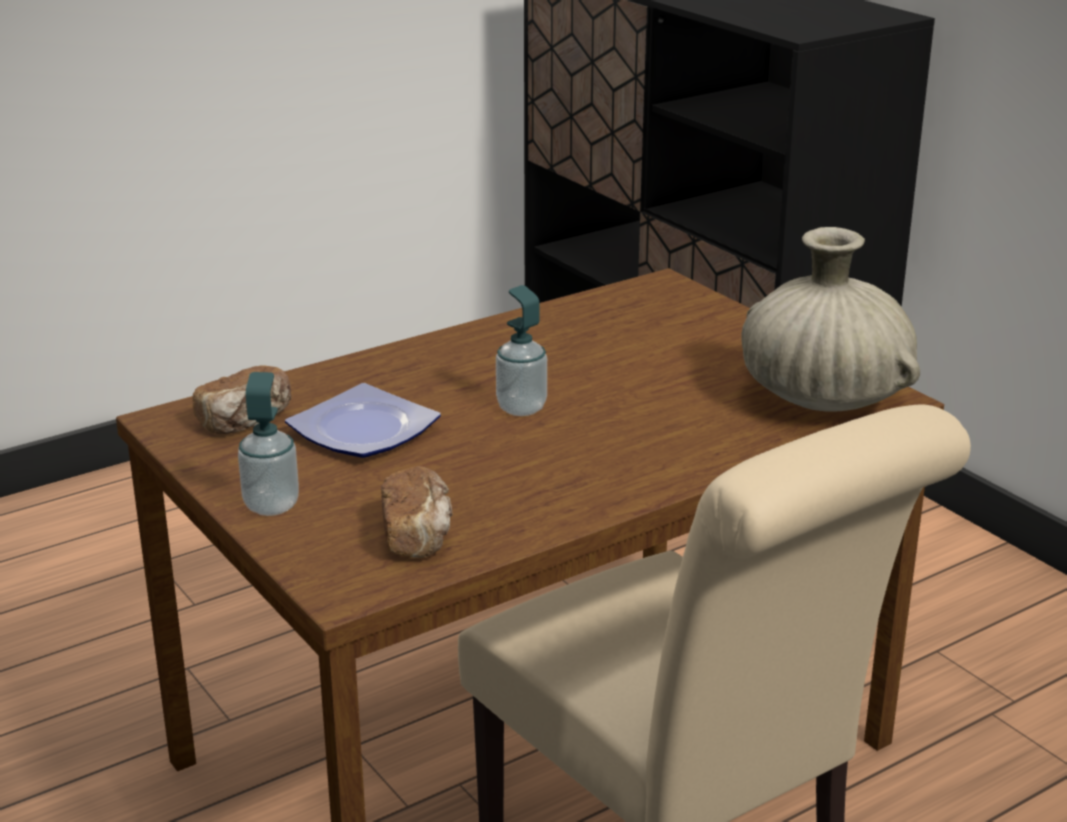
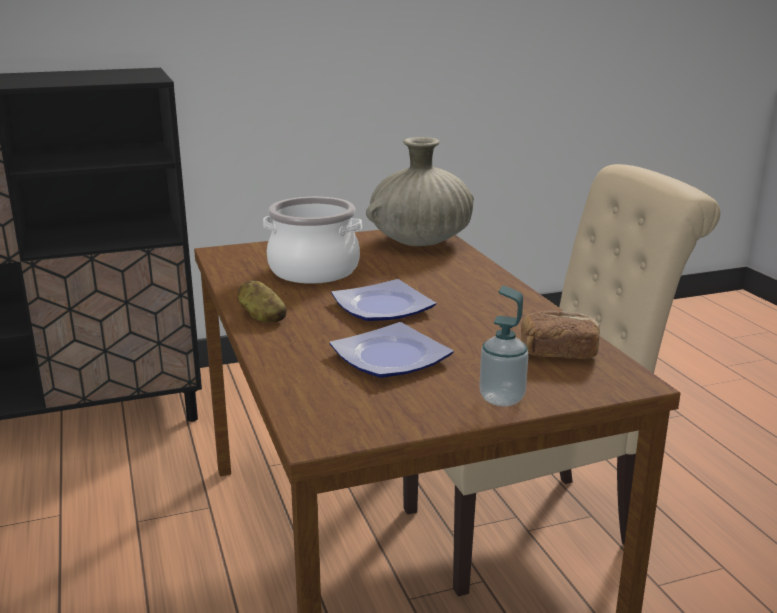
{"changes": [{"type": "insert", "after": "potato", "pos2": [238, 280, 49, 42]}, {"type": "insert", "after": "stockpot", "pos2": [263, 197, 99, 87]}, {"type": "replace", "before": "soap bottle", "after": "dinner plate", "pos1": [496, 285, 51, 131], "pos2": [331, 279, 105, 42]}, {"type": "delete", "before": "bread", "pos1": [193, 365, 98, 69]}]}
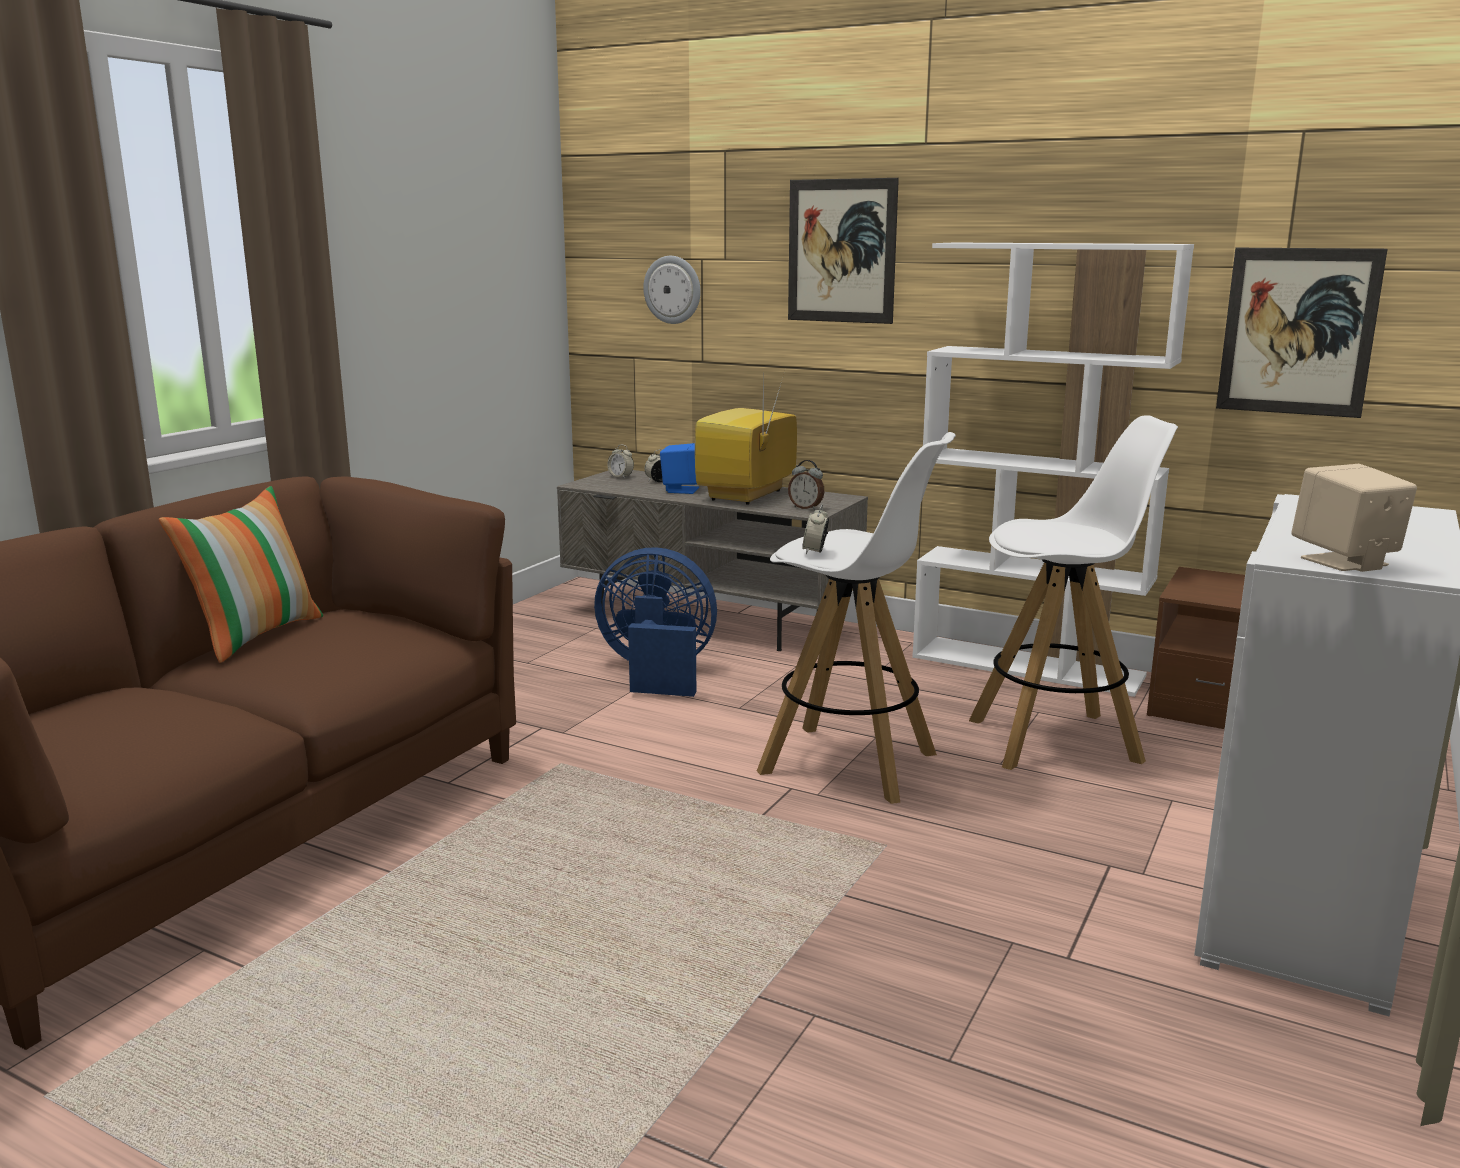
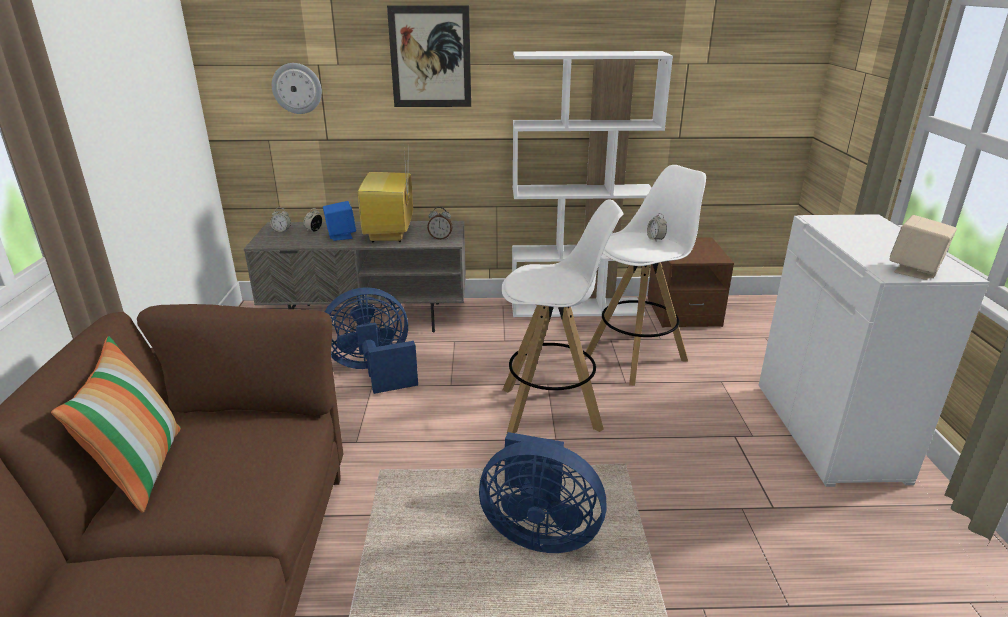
{"changes": [{"type": "insert", "after": "blue fan", "pos2": [479, 432, 127, 121]}, {"type": "move", "before": "table clock", "pos1": [802, 504, 27, 50], "pos2": [647, 213, 20, 28]}, {"type": "delete", "before": "wall art", "pos1": [1216, 248, 172, 170]}]}
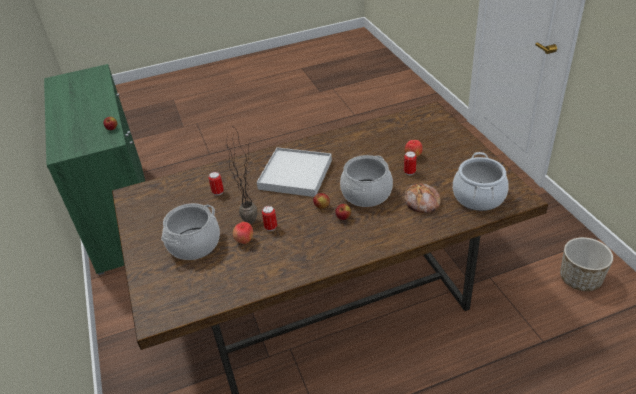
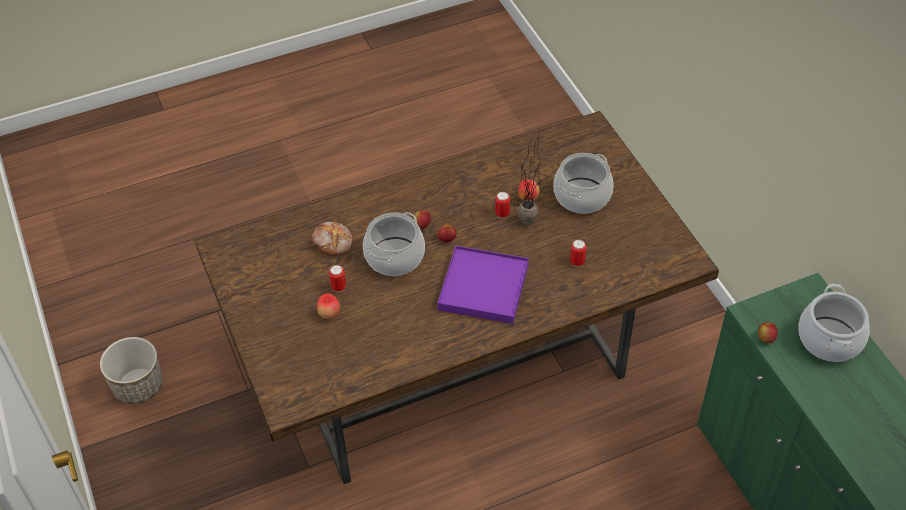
{"changes": [{"type": "recolor", "before": "white carrying tray", "after": "purple carrying tray", "pos1": [257, 147, 75, 50], "pos2": [437, 246, 92, 78]}, {"type": "move", "before": "stockpot", "pos1": [453, 152, 56, 59], "pos2": [798, 284, 72, 78]}]}
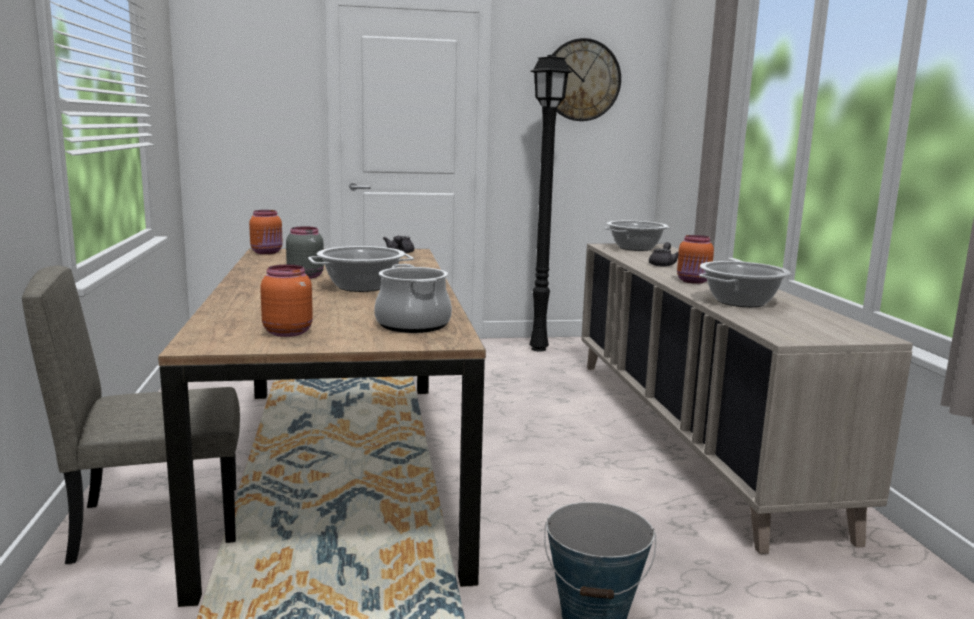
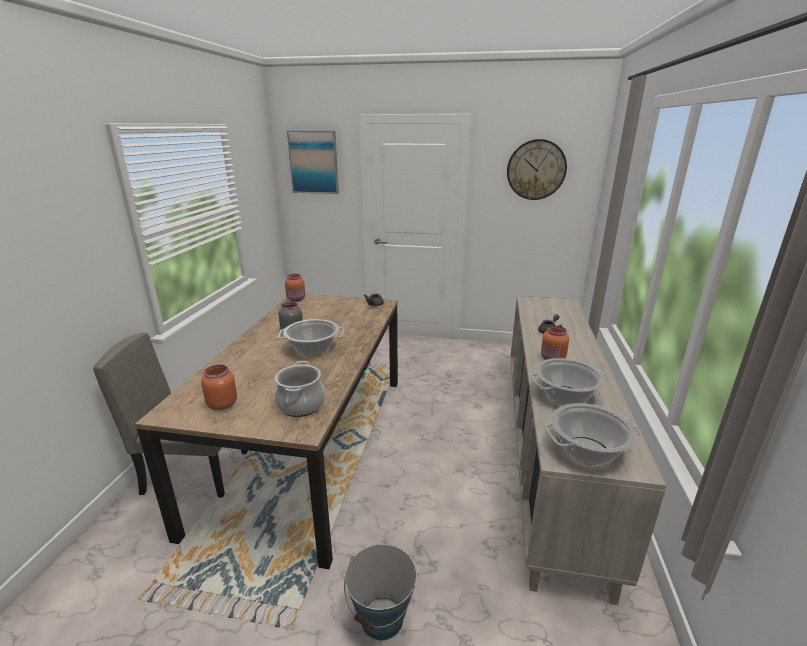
{"changes": [{"type": "insert", "after": "wall art", "pos2": [287, 131, 52, 63]}, {"type": "move", "before": "stockpot", "pos1": [604, 221, 66, 30], "pos2": [544, 403, 97, 62]}, {"type": "delete", "before": "blackish floor lamp", "pos1": [529, 55, 44, 296]}]}
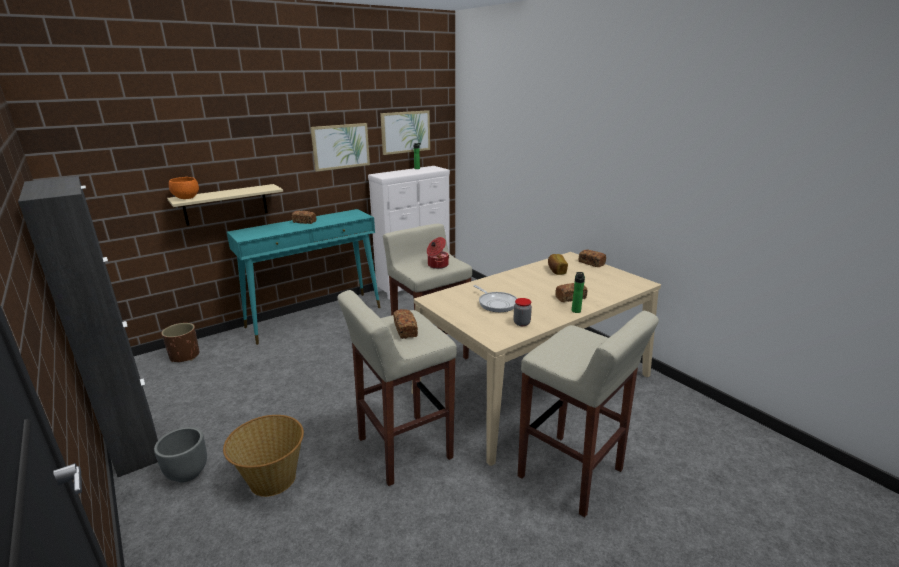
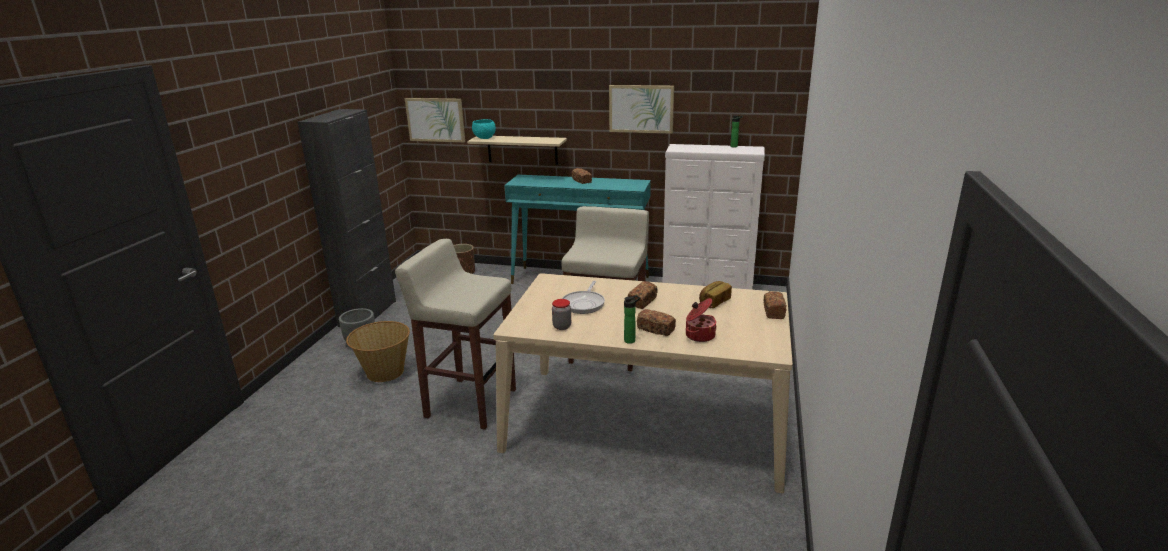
{"changes": [{"type": "move", "before": "wall art", "pos1": [380, 110, 50, 45], "pos2": [405, 98, 60, 44]}, {"type": "recolor", "before": "orange-coloured deep dish", "after": "blue-green deep dish", "pos1": [169, 177, 30, 22], "pos2": [472, 119, 24, 20]}, {"type": "move", "before": "bread", "pos1": [393, 309, 25, 30], "pos2": [628, 281, 30, 28]}, {"type": "move", "before": "stockpot", "pos1": [427, 237, 22, 32], "pos2": [686, 298, 31, 44]}, {"type": "delete", "before": "beige stool", "pos1": [518, 311, 141, 206]}]}
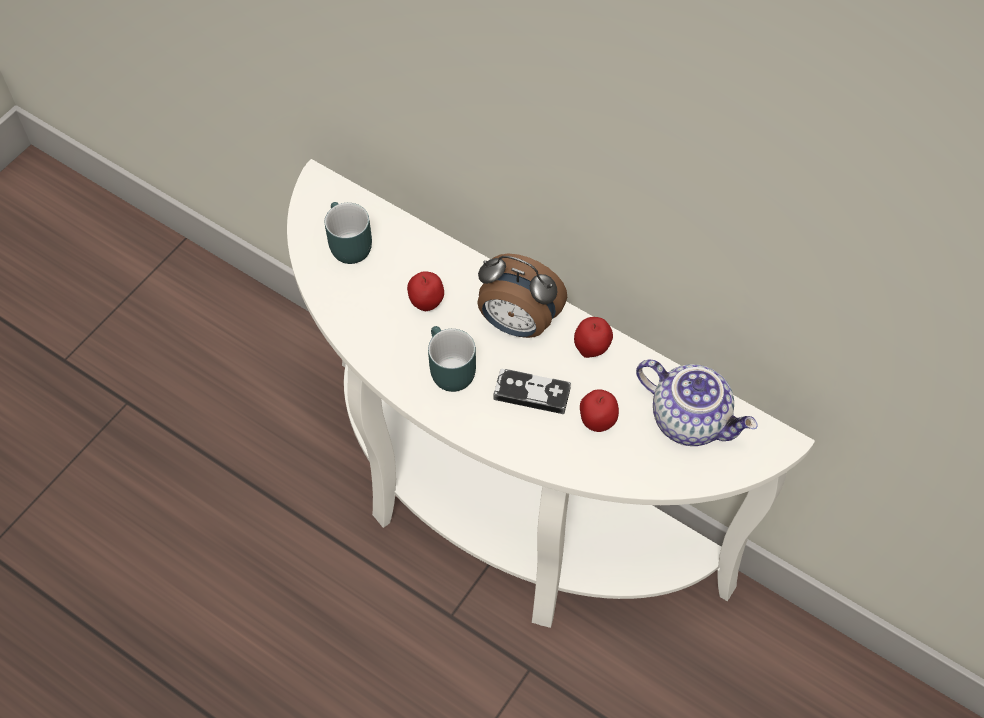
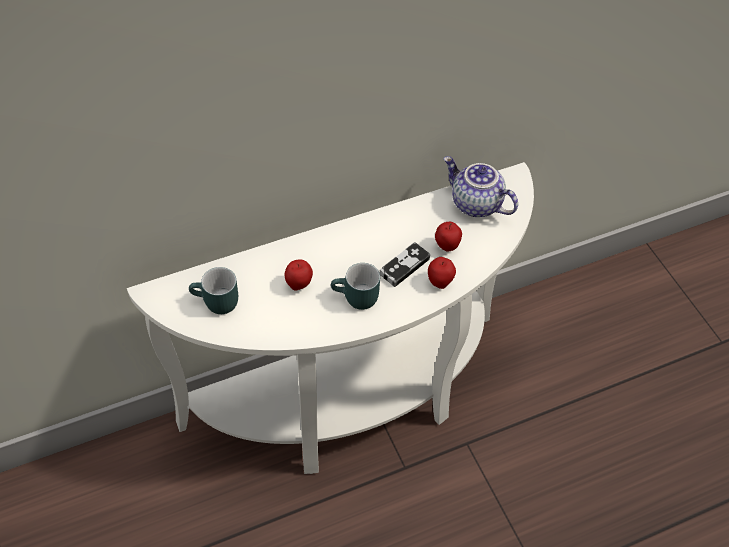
{"changes": [{"type": "move", "before": "apple", "pos1": [574, 317, 39, 41], "pos2": [428, 257, 28, 32]}, {"type": "rotate", "before": "teapot", "pos1": [636, 360, 122, 86], "pos2": [444, 156, 74, 61], "turn": -120}, {"type": "delete", "before": "table clock", "pos1": [477, 254, 90, 84]}]}
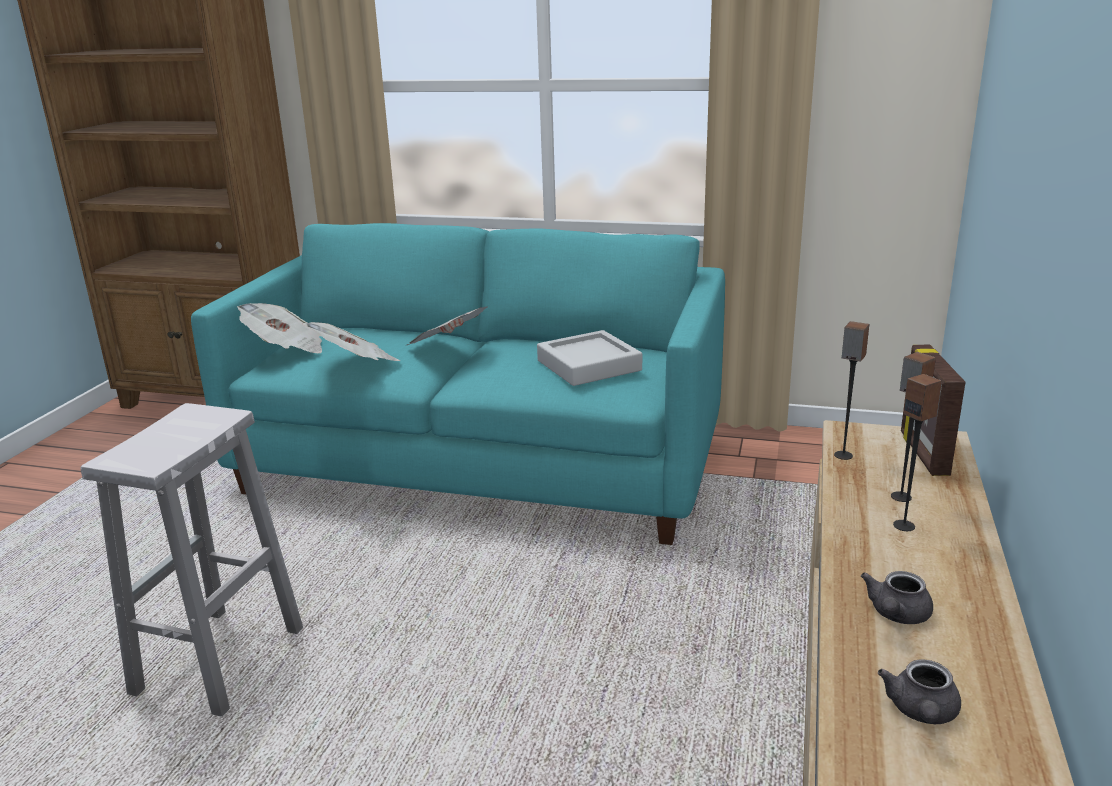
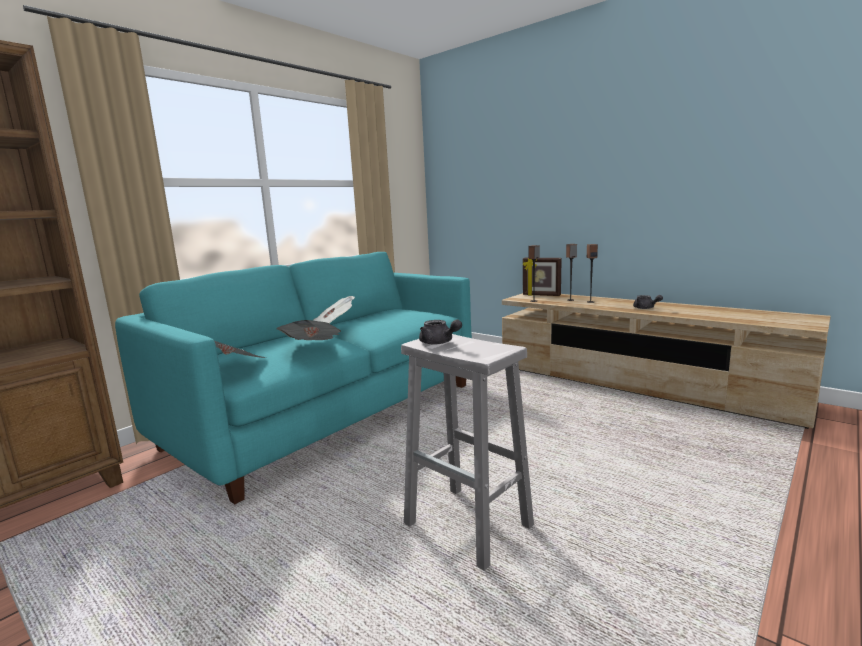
{"changes": [{"type": "move", "before": "grey teapot", "pos1": [878, 659, 83, 65], "pos2": [419, 320, 43, 24]}, {"type": "delete", "before": "grey carrying tray", "pos1": [537, 330, 105, 56]}]}
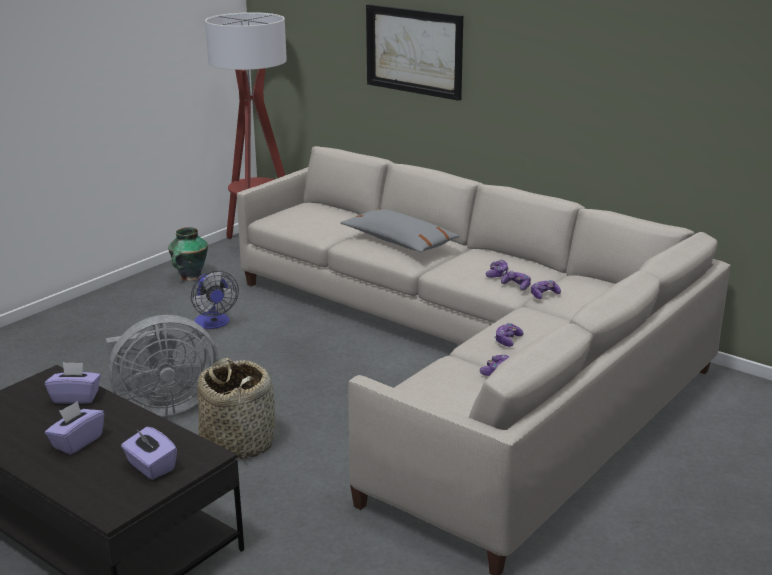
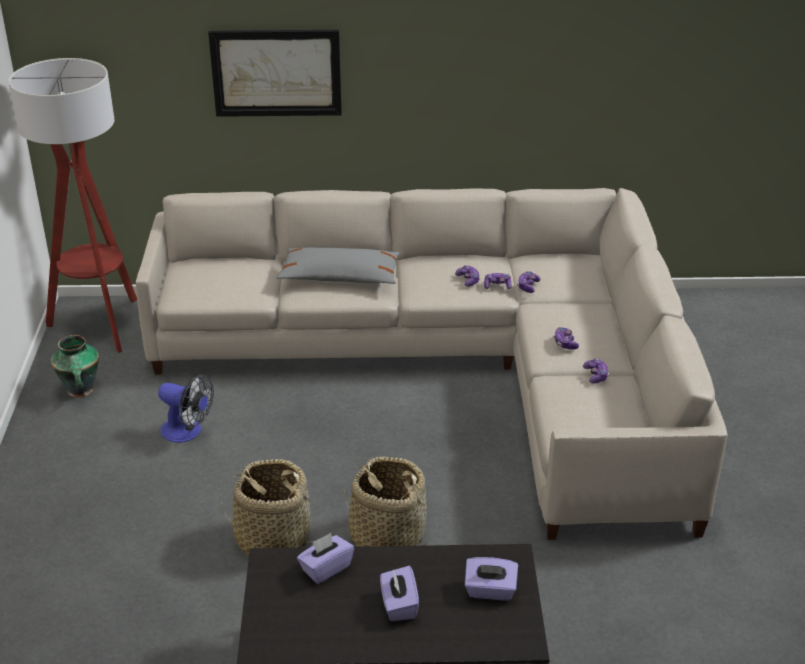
{"changes": [{"type": "replace", "before": "grey fan", "after": "storage basket", "pos1": [106, 315, 112, 102], "pos2": [221, 459, 95, 97]}]}
